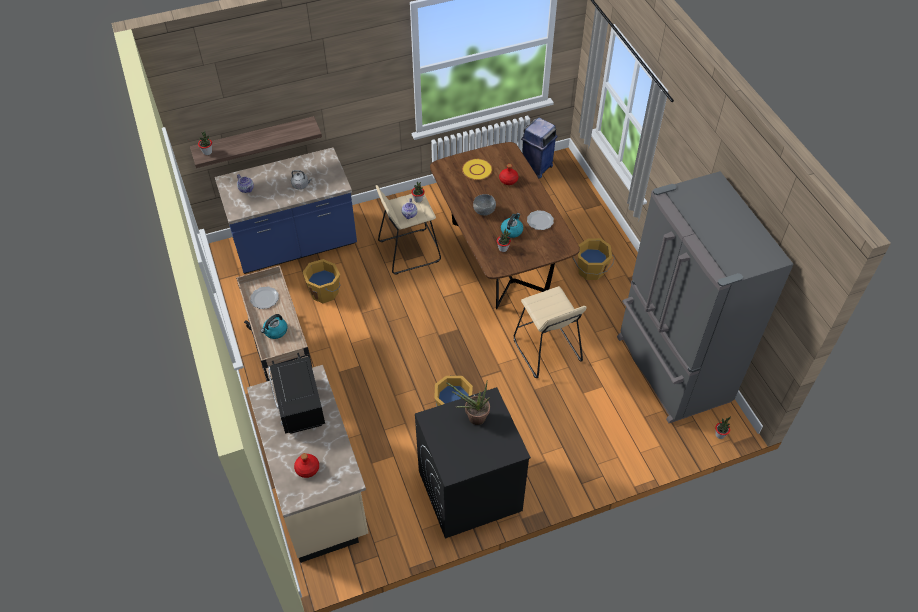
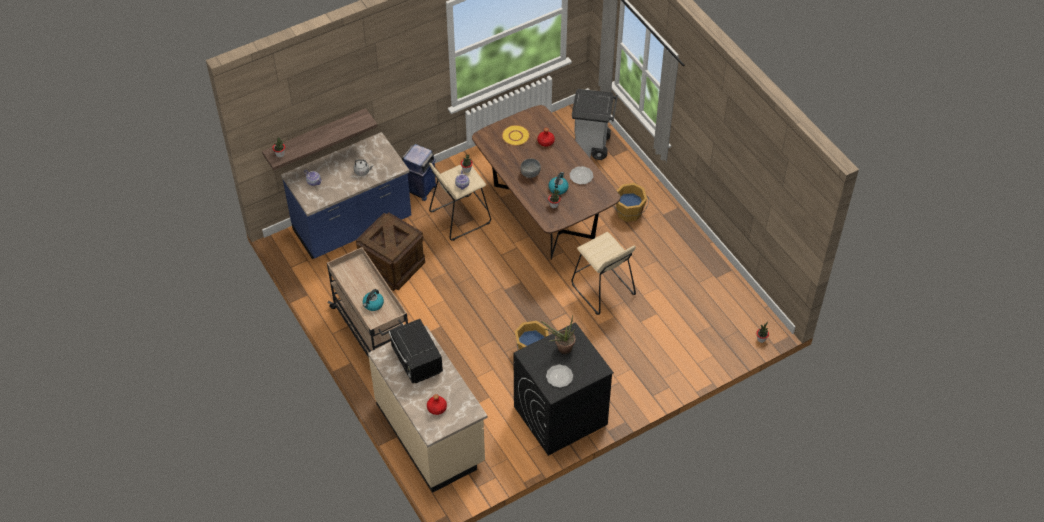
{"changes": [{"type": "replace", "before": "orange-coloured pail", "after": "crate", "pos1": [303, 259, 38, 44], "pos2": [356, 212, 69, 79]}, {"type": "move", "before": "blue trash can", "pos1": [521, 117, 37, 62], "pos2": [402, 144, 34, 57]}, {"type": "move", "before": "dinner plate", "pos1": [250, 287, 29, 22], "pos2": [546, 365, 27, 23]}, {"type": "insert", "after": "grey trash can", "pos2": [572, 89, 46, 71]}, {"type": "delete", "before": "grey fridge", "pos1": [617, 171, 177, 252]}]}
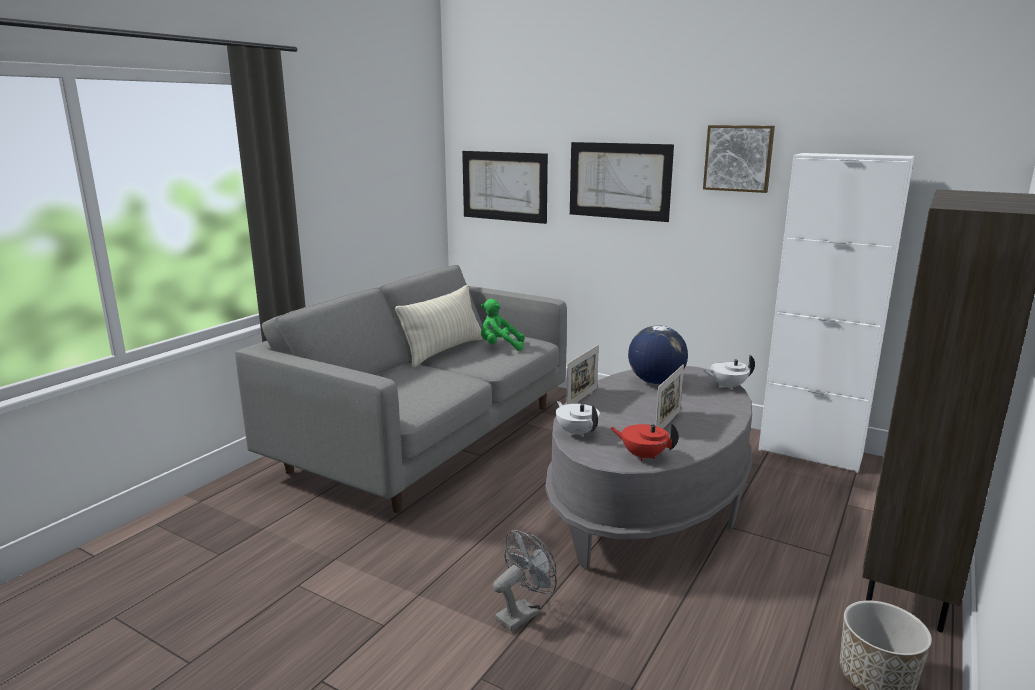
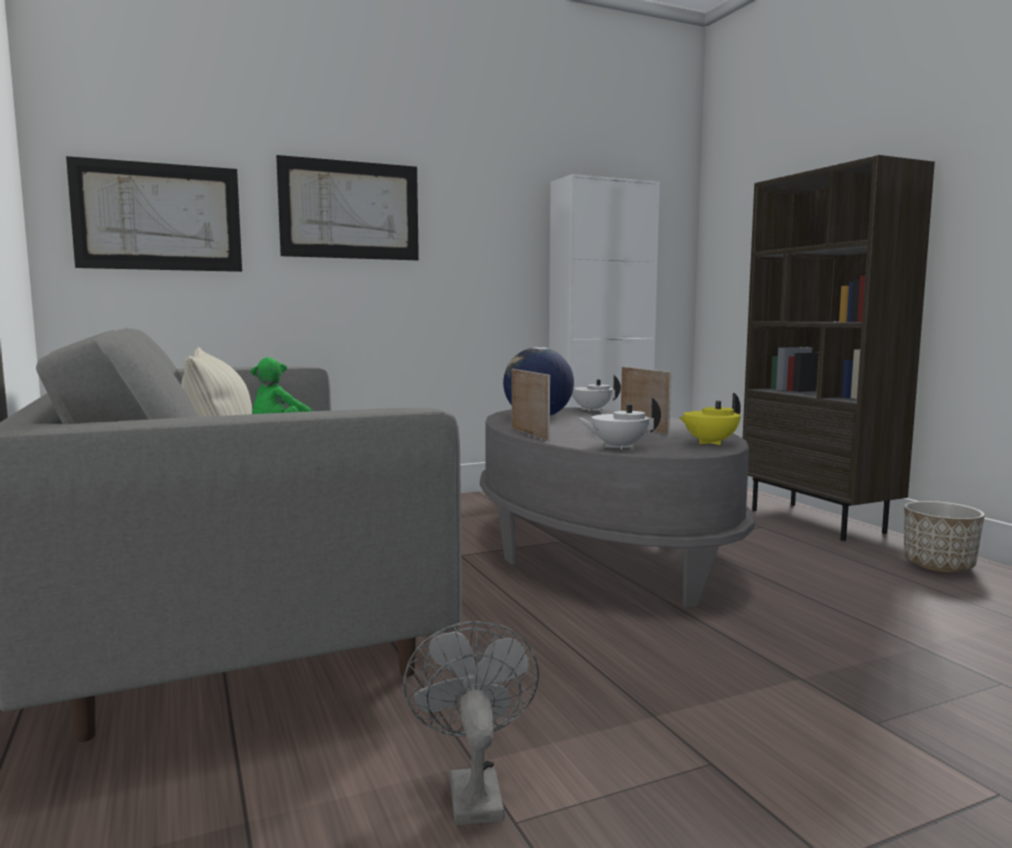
{"changes": [{"type": "move", "before": "grey fan", "pos1": [493, 530, 64, 101], "pos2": [403, 621, 136, 204]}, {"type": "rotate", "before": "white teapot", "pos1": [702, 354, 53, 36], "pos2": [572, 375, 49, 36], "turn": 90}, {"type": "recolor", "before": "red-coloured teapot", "after": "yellow-coloured teapot", "pos1": [610, 423, 69, 38], "pos2": [679, 393, 62, 52]}, {"type": "delete", "before": "wall art", "pos1": [703, 125, 72, 68]}]}
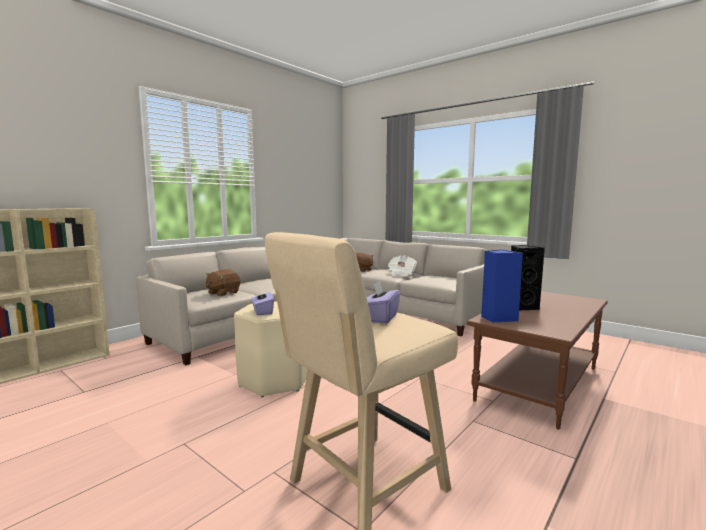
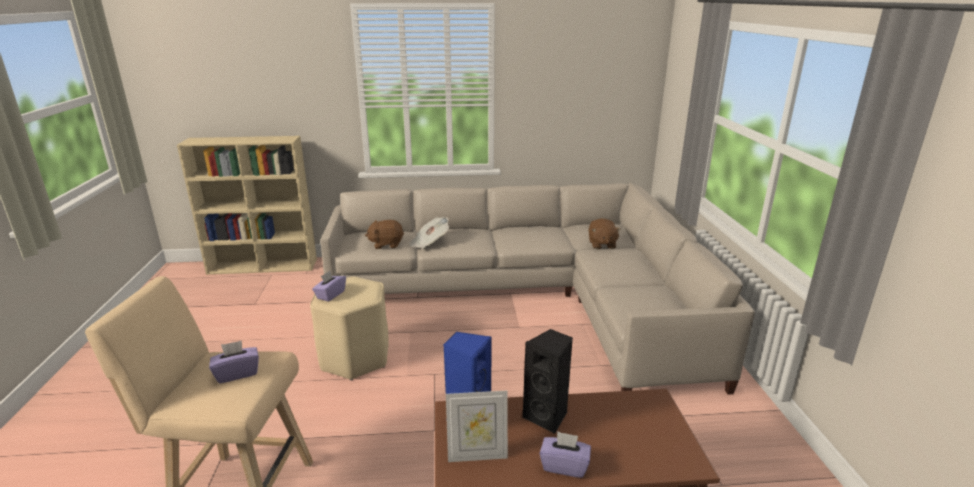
{"changes": [{"type": "move", "before": "printed paper", "pos1": [388, 255, 29, 21], "pos2": [409, 217, 40, 32]}, {"type": "insert", "after": "photo frame", "pos2": [446, 391, 62, 71]}, {"type": "insert", "after": "purple tissue box", "pos2": [540, 431, 51, 47]}]}
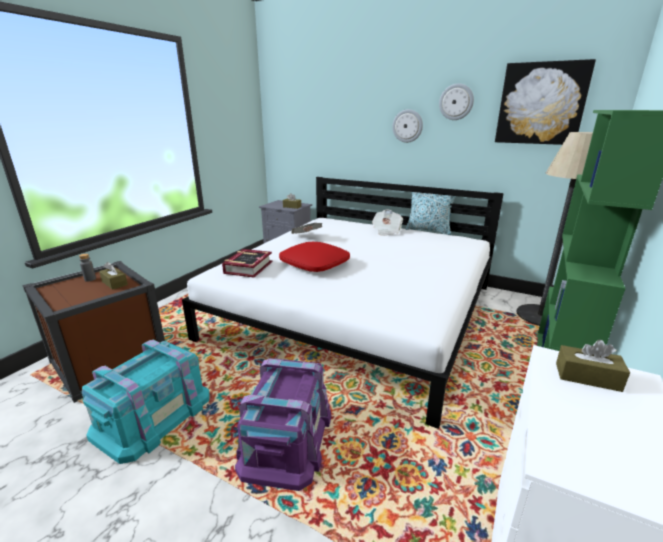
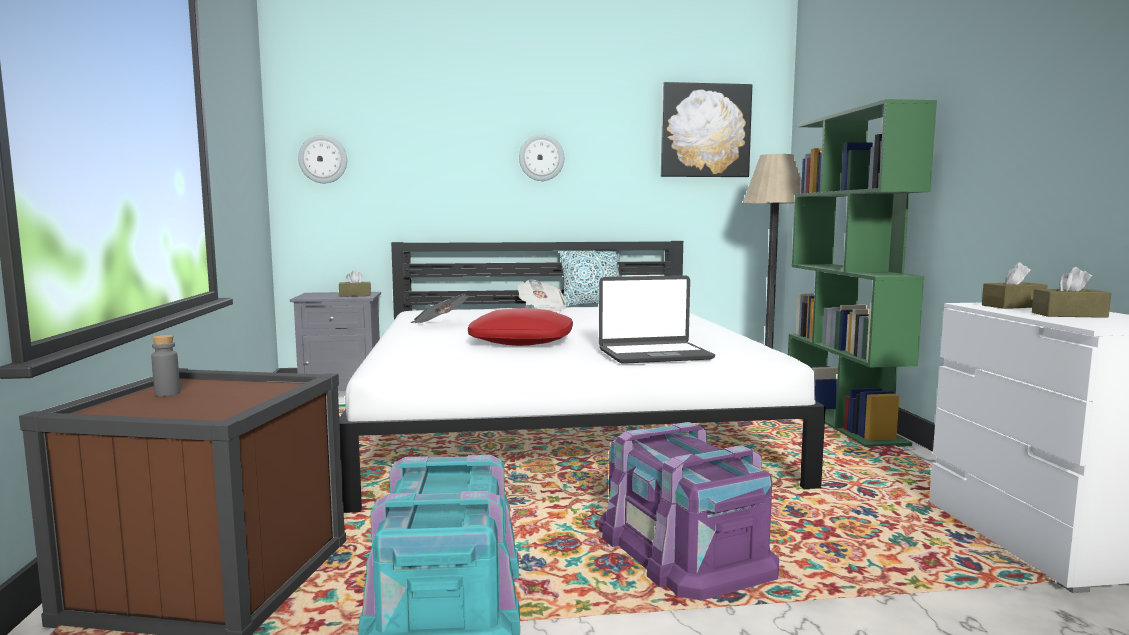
{"changes": [{"type": "move", "before": "wall clock", "pos1": [439, 83, 35, 37], "pos2": [298, 135, 49, 48]}, {"type": "insert", "after": "notebook computer", "pos2": [599, 275, 116, 89]}, {"type": "move", "before": "brown-coloured tissue box", "pos1": [99, 262, 29, 28], "pos2": [1032, 267, 79, 51]}, {"type": "delete", "before": "volume", "pos1": [222, 249, 50, 28]}]}
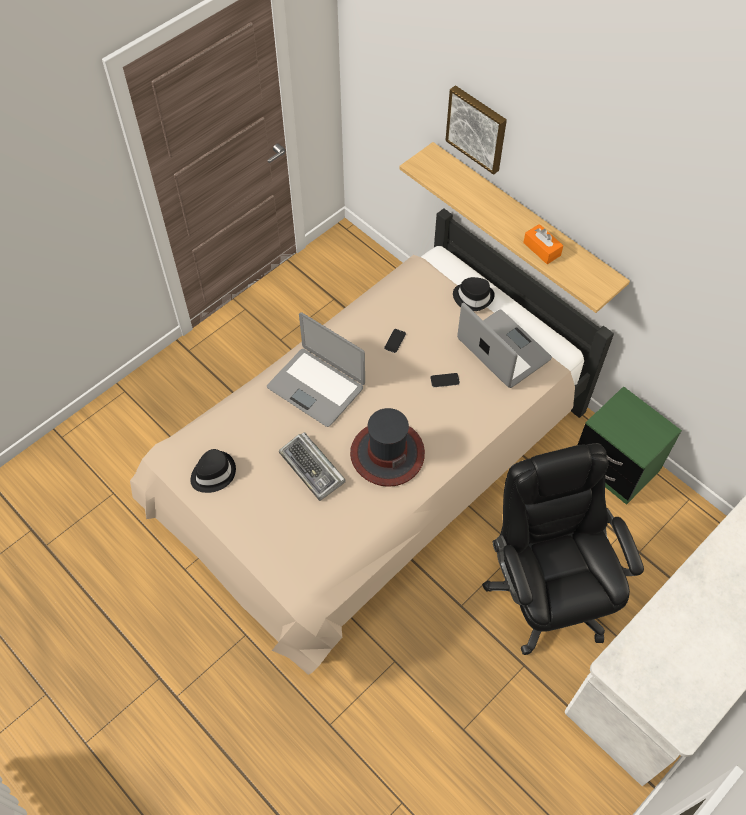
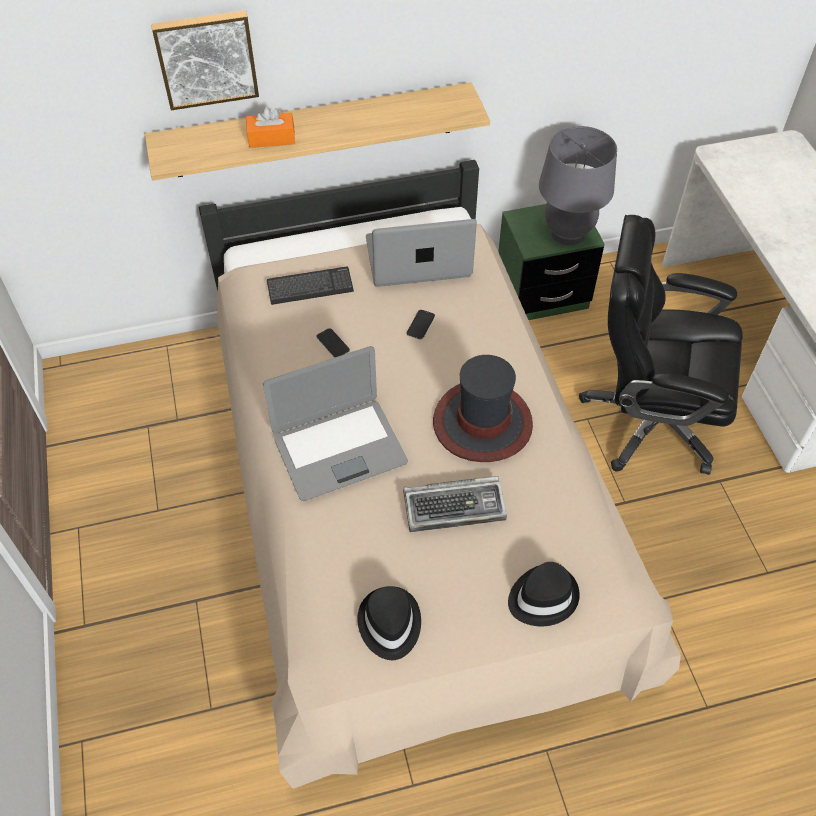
{"changes": [{"type": "move", "before": "orange-coloured tissue box", "pos1": [523, 224, 40, 40], "pos2": [246, 106, 49, 42]}, {"type": "insert", "after": "computer keyboard", "pos2": [267, 266, 87, 39]}, {"type": "move", "before": "blackish clothing hat", "pos1": [453, 277, 42, 34], "pos2": [508, 562, 72, 64]}, {"type": "insert", "after": "grey lamp for a table", "pos2": [539, 126, 78, 119]}]}
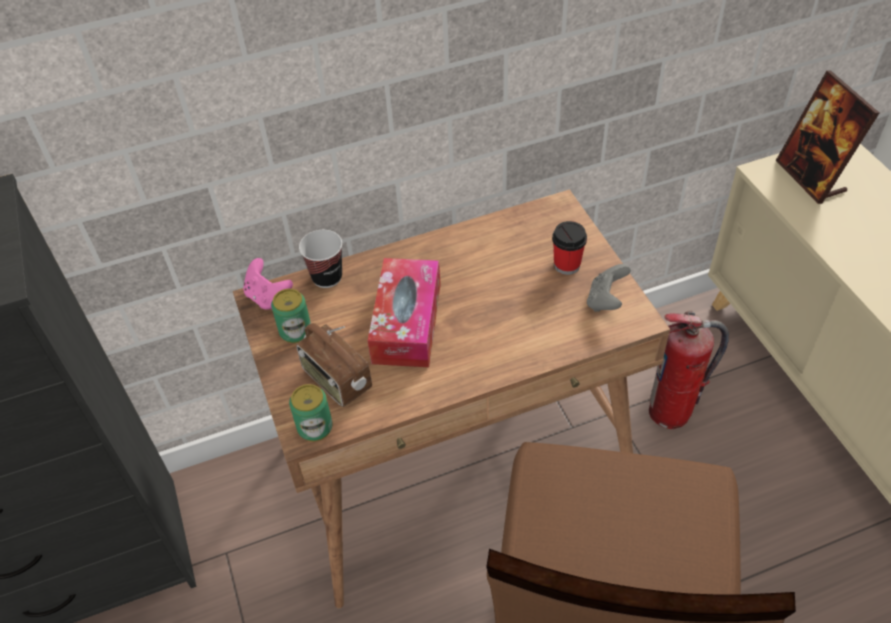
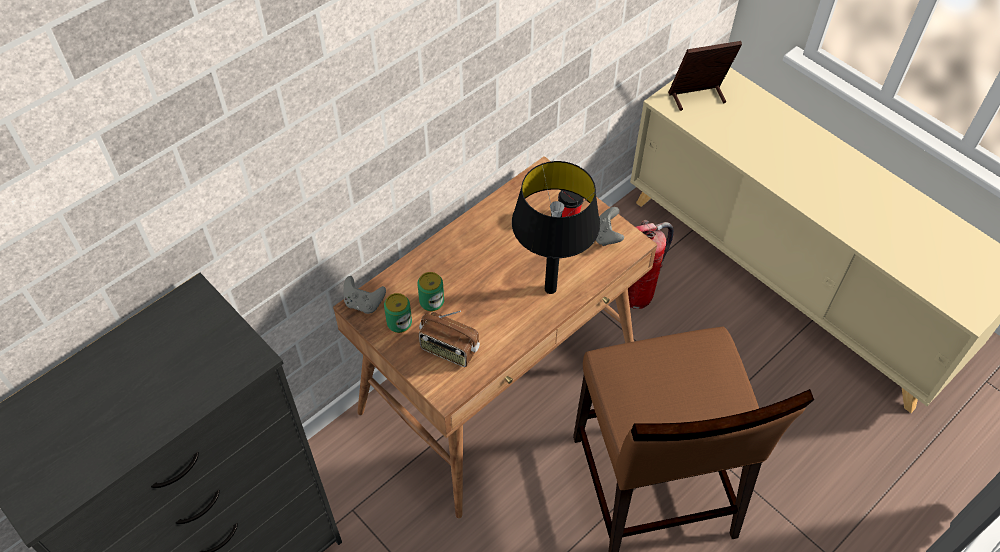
{"changes": [{"type": "recolor", "before": "pink-coloured game controller", "after": "grey game controller", "pos1": [243, 258, 50, 51], "pos2": [343, 276, 43, 38]}, {"type": "move", "before": "metal can", "pos1": [289, 384, 44, 57], "pos2": [417, 272, 27, 39]}, {"type": "insert", "after": "blackish lamp for a table", "pos2": [512, 161, 88, 133]}, {"type": "rotate", "before": "photo frame", "pos1": [776, 71, 103, 133], "pos2": [668, 41, 74, 70], "turn": 120}, {"type": "delete", "before": "drinking cup", "pos1": [299, 230, 43, 58]}, {"type": "delete", "before": "tissue box", "pos1": [368, 258, 73, 109]}]}
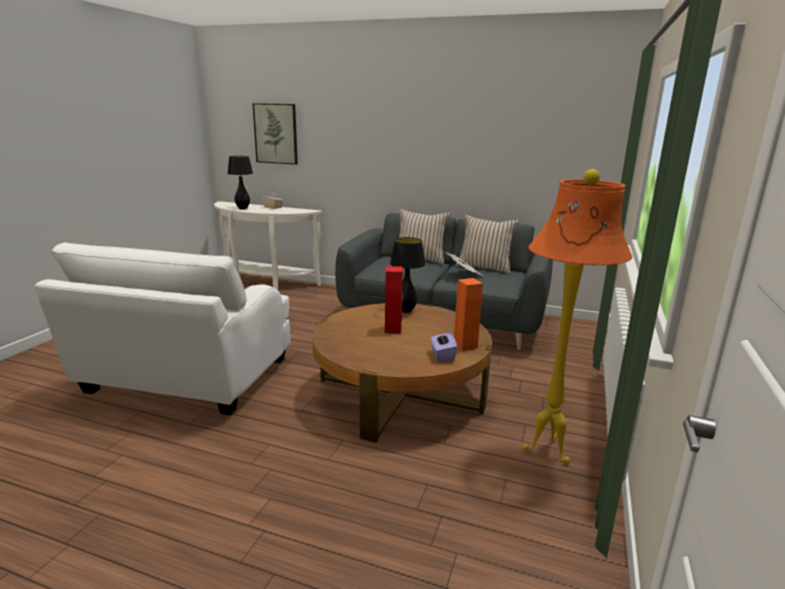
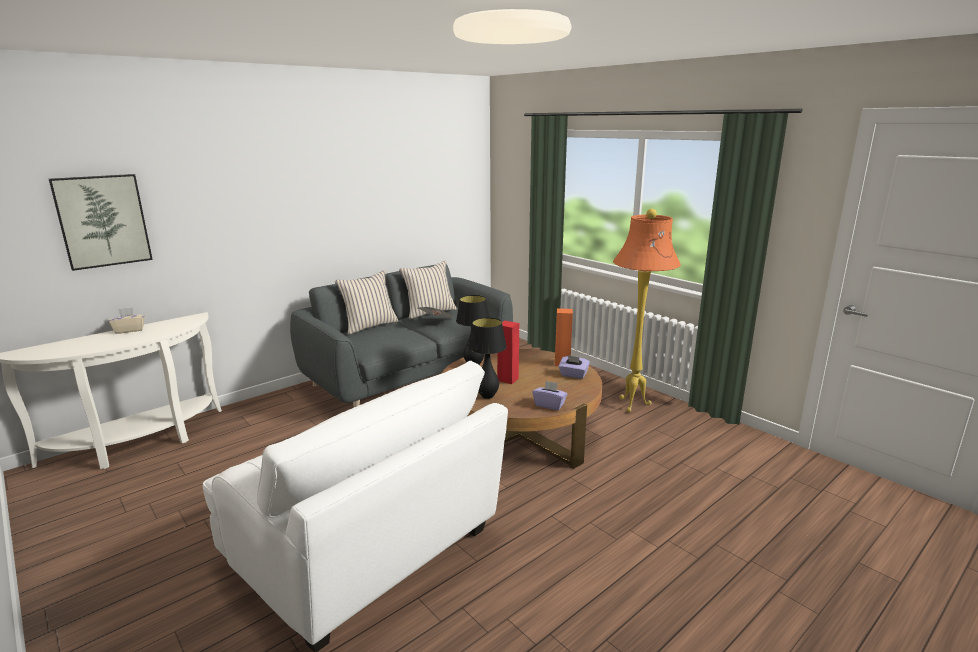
{"changes": [{"type": "move", "before": "blackish lamp for a table", "pos1": [227, 156, 26, 53], "pos2": [468, 318, 39, 81]}, {"type": "insert", "after": "purple tissue box", "pos2": [532, 381, 35, 29]}]}
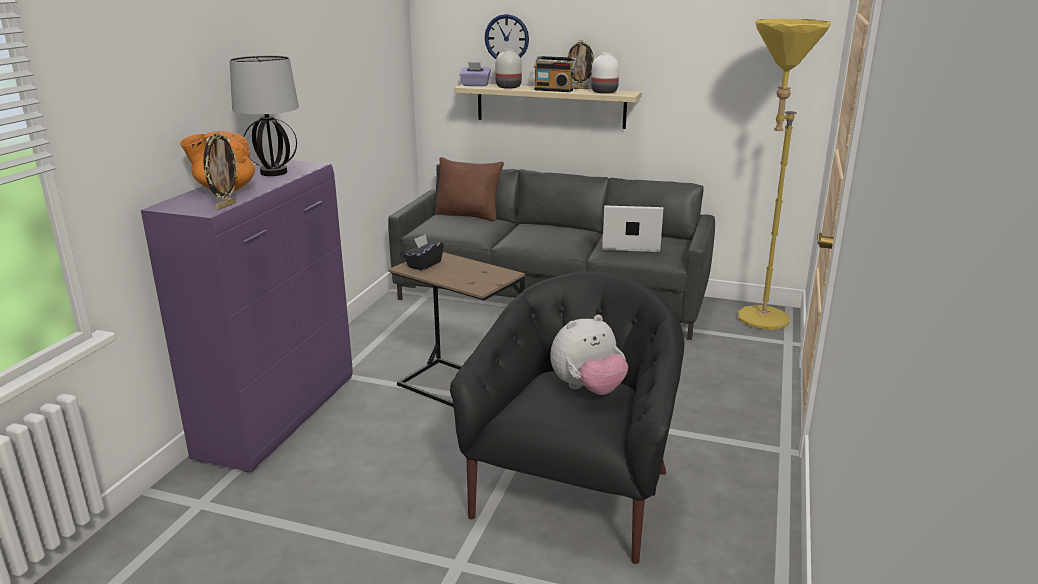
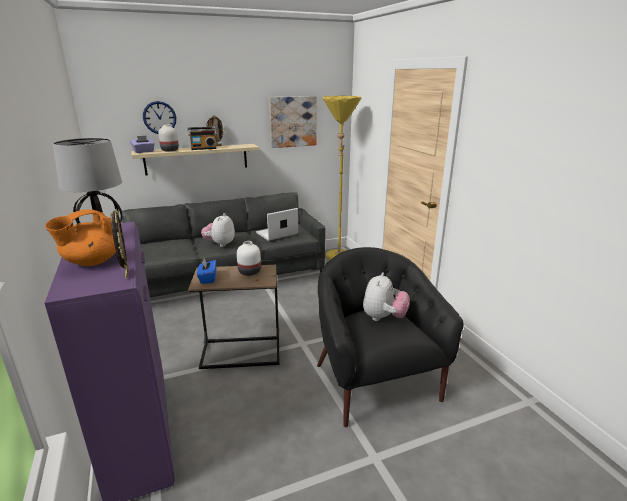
{"changes": [{"type": "recolor", "before": "blackish tissue box", "after": "blue tissue box", "pos1": [403, 234, 41, 36], "pos2": [197, 258, 19, 26]}, {"type": "insert", "after": "plush toy", "pos2": [201, 213, 34, 34]}, {"type": "move", "before": "white flower vase", "pos1": [591, 52, 28, 42], "pos2": [237, 241, 24, 35]}, {"type": "insert", "after": "wall art", "pos2": [269, 96, 48, 52]}, {"type": "delete", "before": "brown-coloured throw pillow", "pos1": [435, 157, 69, 64]}]}
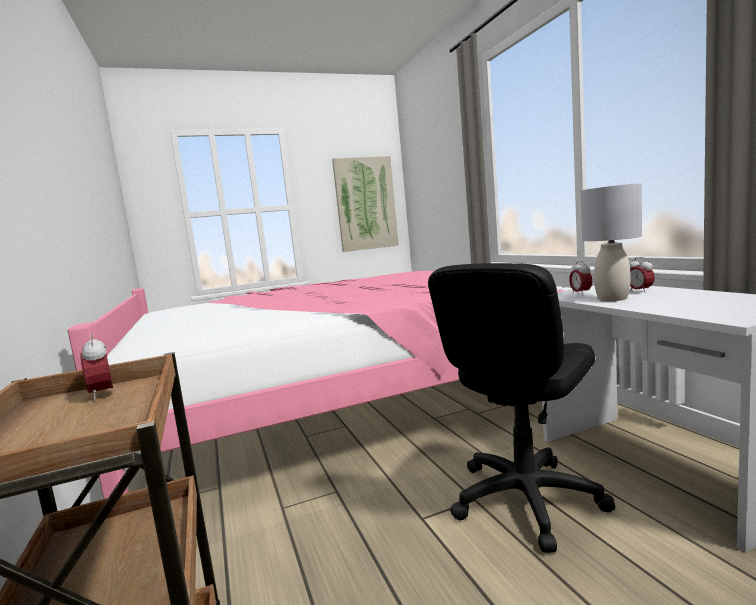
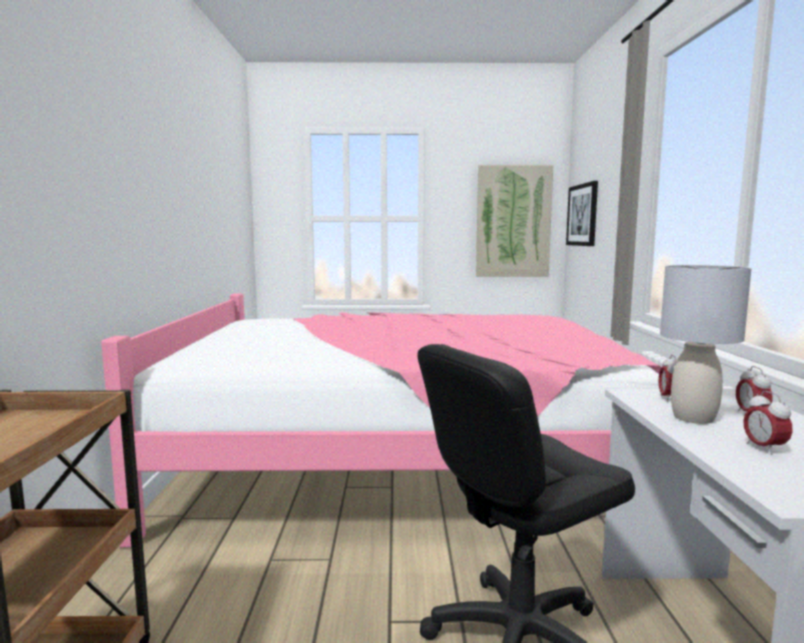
{"changes": [{"type": "insert", "after": "wall art", "pos2": [566, 181, 32, 65]}, {"type": "move", "before": "table clock", "pos1": [80, 333, 33, 68], "pos2": [743, 391, 50, 64]}]}
